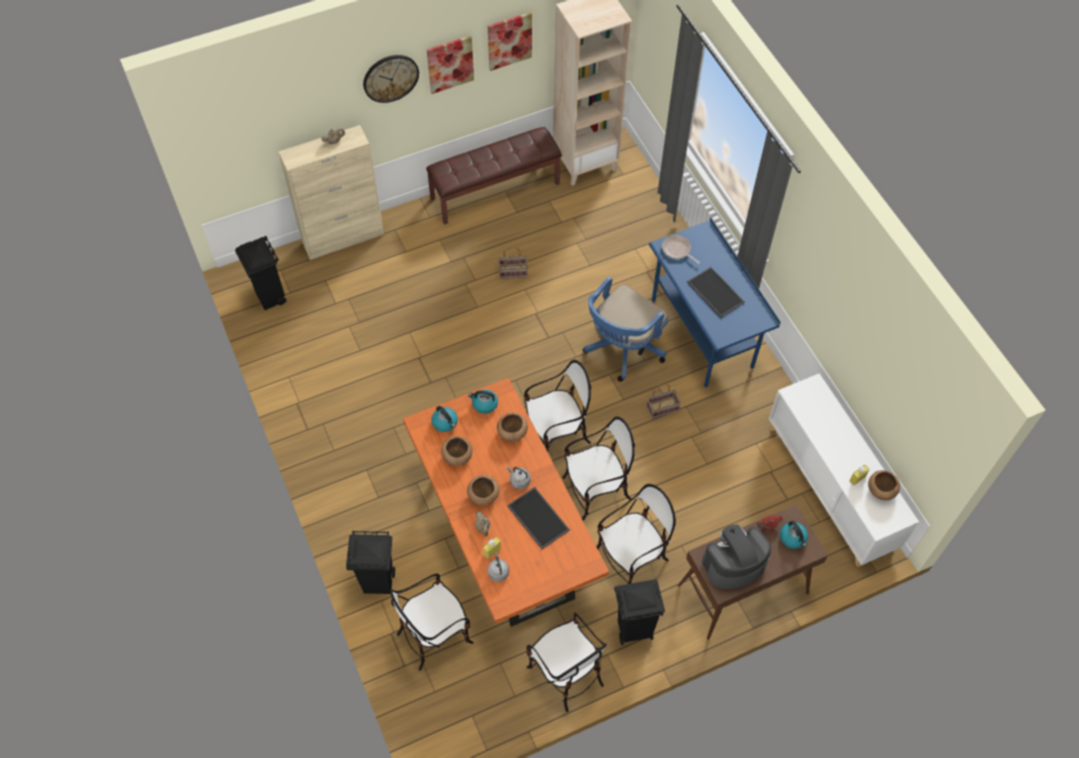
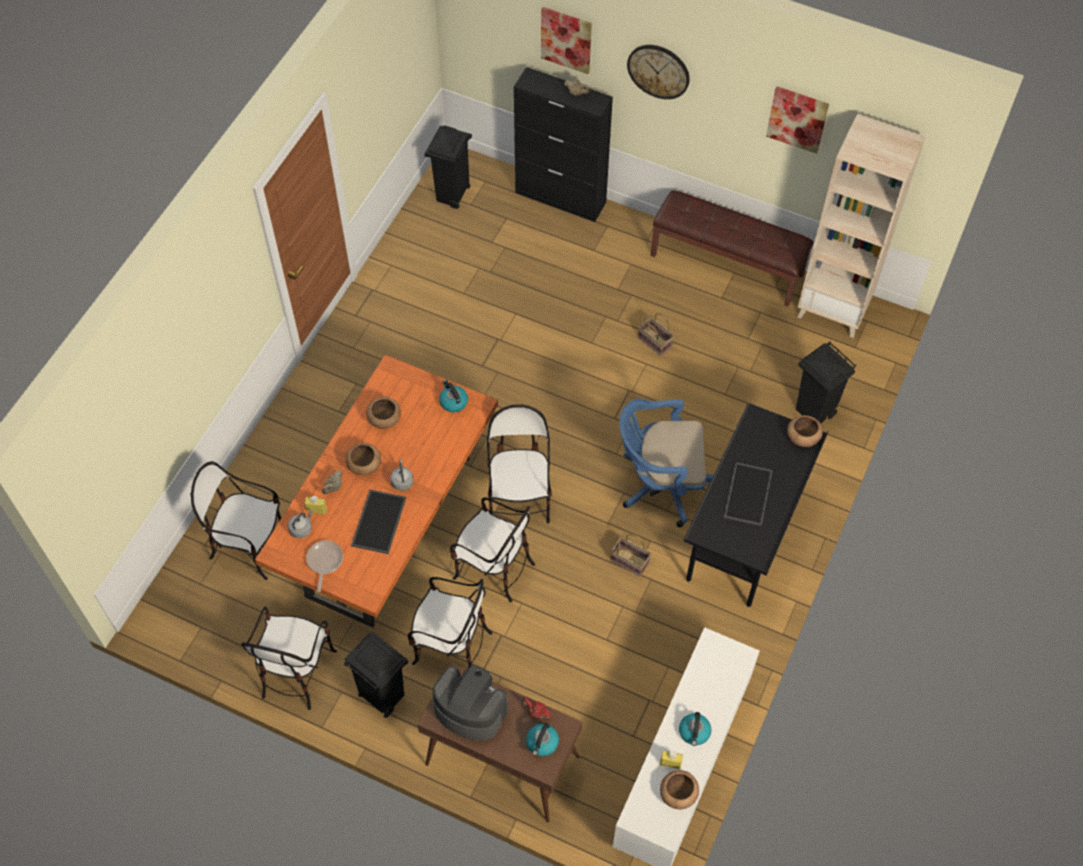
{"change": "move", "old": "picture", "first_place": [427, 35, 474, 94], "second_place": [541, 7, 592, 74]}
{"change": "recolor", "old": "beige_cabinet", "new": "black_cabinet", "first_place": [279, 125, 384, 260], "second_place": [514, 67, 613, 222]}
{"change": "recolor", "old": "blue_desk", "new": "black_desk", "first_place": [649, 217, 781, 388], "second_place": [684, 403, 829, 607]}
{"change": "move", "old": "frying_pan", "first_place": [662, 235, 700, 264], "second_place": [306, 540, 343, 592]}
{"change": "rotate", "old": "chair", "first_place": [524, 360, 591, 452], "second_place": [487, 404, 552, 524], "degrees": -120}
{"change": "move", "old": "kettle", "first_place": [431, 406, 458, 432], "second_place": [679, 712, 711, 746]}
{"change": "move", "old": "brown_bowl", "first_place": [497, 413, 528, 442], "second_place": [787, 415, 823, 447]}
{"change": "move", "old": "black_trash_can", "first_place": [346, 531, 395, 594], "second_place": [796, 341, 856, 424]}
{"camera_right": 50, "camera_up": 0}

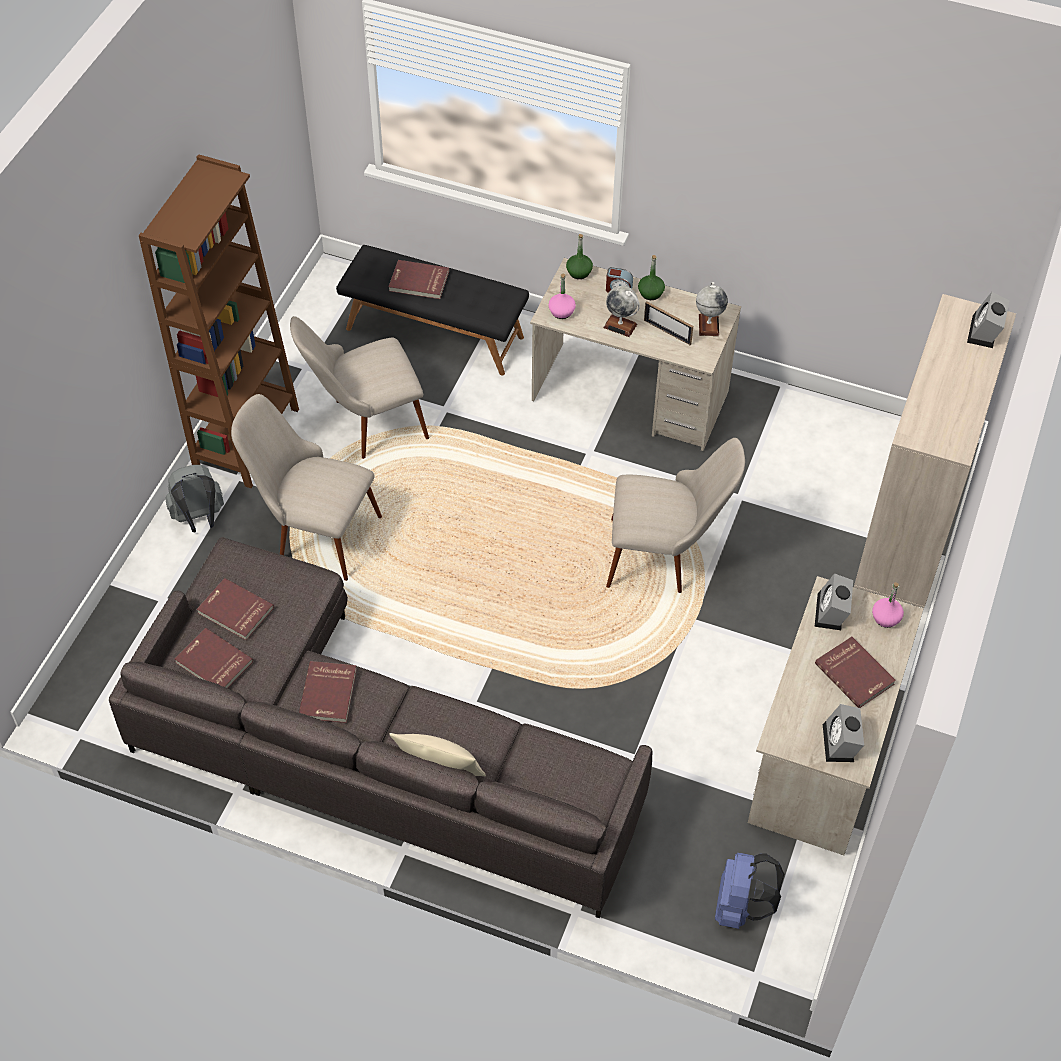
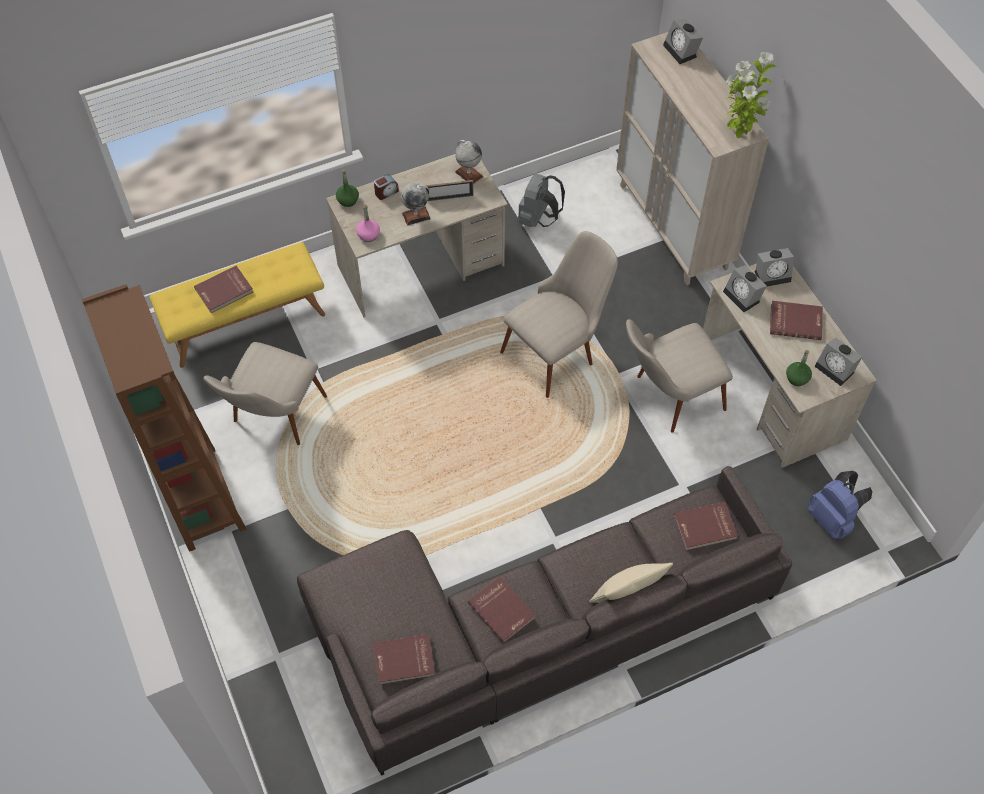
{"change": "recolor", "old": "black_bench", "new": "yellow_bench", "first_place": [336, 245, 529, 376], "second_place": [149, 242, 325, 368]}
{"change": "move", "old": "green_bottle", "first_place": [638, 255, 665, 300], "second_place": [786, 350, 812, 386]}
{"change": "move", "old": "beige_chair", "first_place": [231, 394, 382, 581], "second_place": [626, 319, 733, 433]}
{"change": "move", "old": "grey_backpack", "first_place": [165, 465, 224, 532], "second_place": [517, 174, 565, 227]}
{"change": "move", "old": "red_book", "first_place": [197, 578, 274, 640], "second_place": [674, 502, 738, 550]}
{"change": "replace", "old": "pink_bottle", "new": "alarm_clock", "first_place": [872, 582, 904, 628], "second_place": [754, 248, 794, 286]}
{"change": "insert", "new": "potted_plant", "second_place": [726, 52, 776, 138]}
{"camera_right": -45, "camera_up": 5}

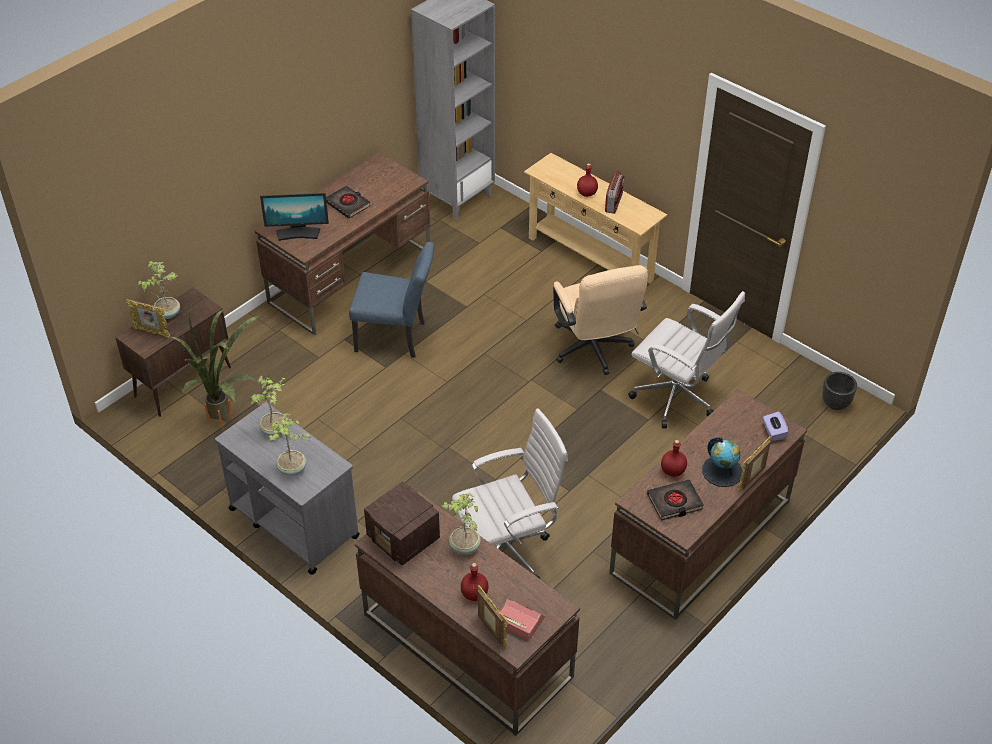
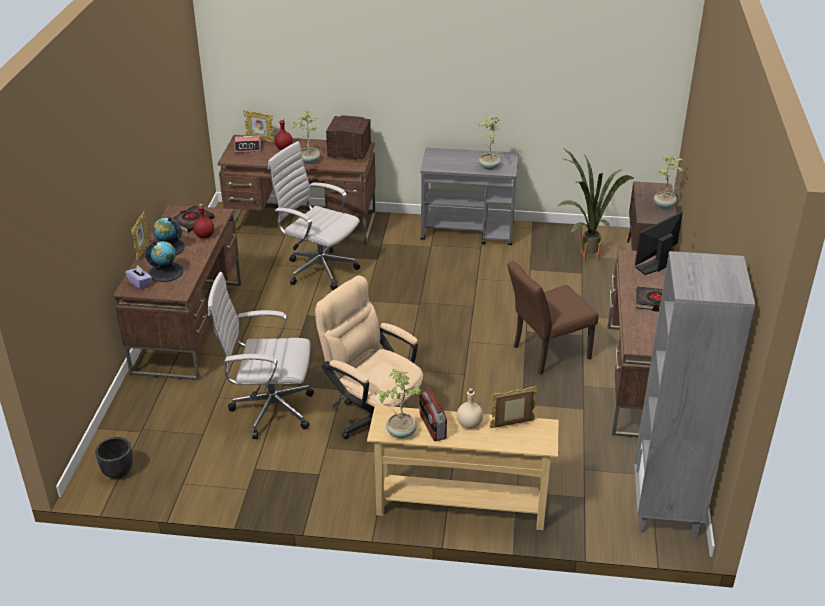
{"change": "recolor", "old": "red_bottle", "new": "beige_bottle", "first_place": [577, 163, 598, 197], "second_place": [457, 388, 483, 429]}
{"change": "recolor", "old": "blue_chair", "new": "brown_chair", "first_place": [349, 242, 434, 358], "second_place": [507, 261, 598, 375]}
{"change": "move", "old": "picture_frame", "first_place": [126, 299, 170, 337], "second_place": [490, 386, 537, 428]}
{"change": "rotate", "old": "white_office_chair", "first_place": [452, 409, 568, 579], "second_place": [268, 141, 360, 290], "degrees": 90}
{"change": "move", "old": "potted_plant", "first_place": [268, 413, 311, 476], "second_place": [375, 369, 422, 438]}
{"change": "insert", "new": "globe", "second_place": [145, 241, 183, 282]}
{"camera_right": 145, "camera_up": -10}

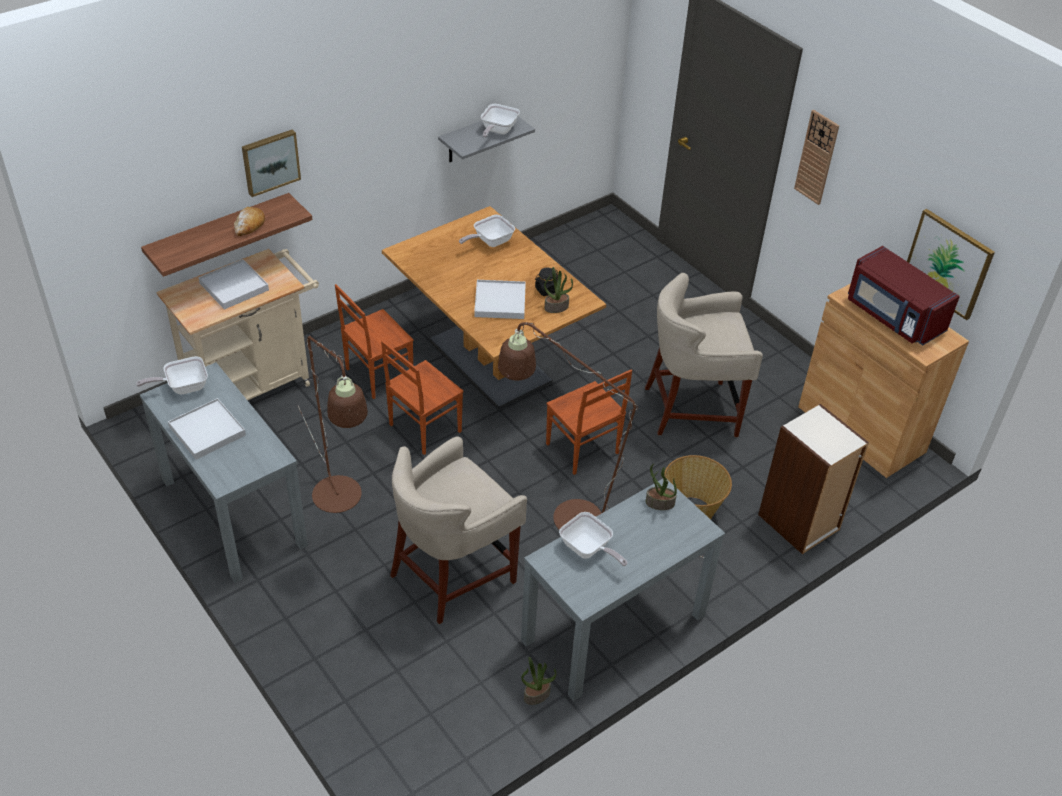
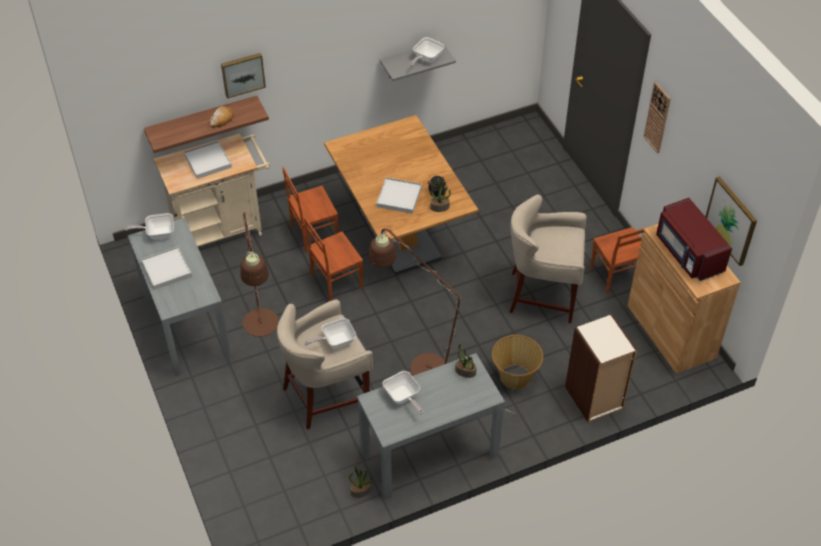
{"change": "move", "old": "frying_pan", "first_place": [459, 215, 515, 247], "second_place": [304, 318, 356, 349]}
{"change": "move", "old": "brown_chair", "first_place": [546, 369, 632, 475], "second_place": [590, 227, 647, 293]}
{"camera_right": 15, "camera_up": 5}

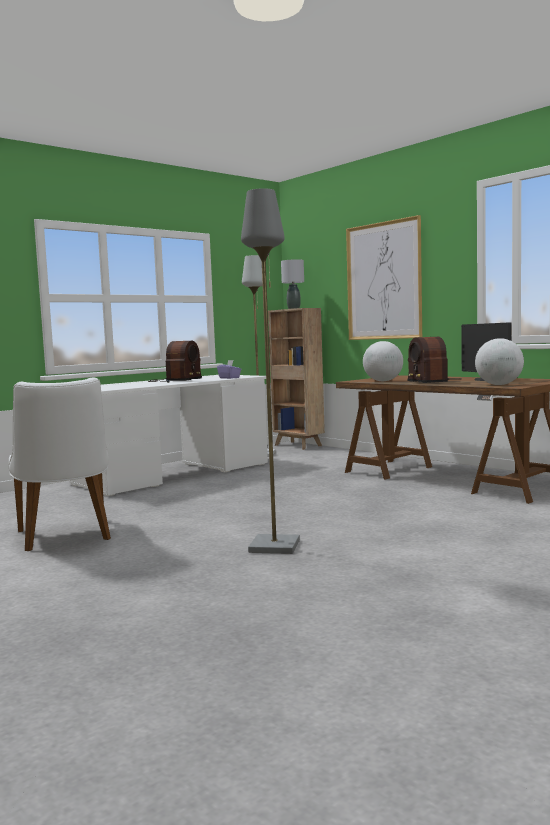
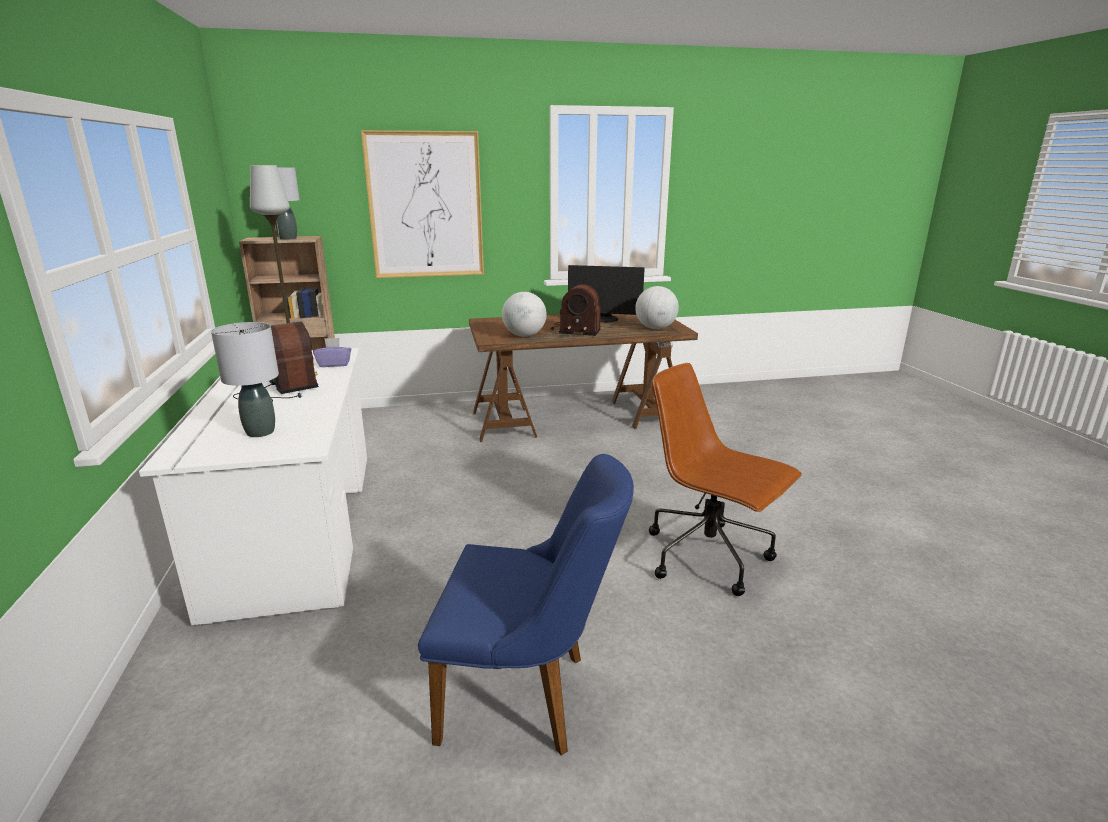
{"change": "replace", "old": "grey_floor_lamp", "new": "brown_office_chair", "first_place": [241, 188, 300, 554], "second_place": [649, 363, 802, 596]}
{"change": "recolor", "old": "white_chair", "new": "blue_chair", "first_place": [9, 378, 111, 551], "second_place": [418, 454, 634, 755]}
{"change": "insert", "new": "grey_table_lamp", "second_place": [211, 322, 279, 437]}
{"camera_right": -60, "camera_up": 15}

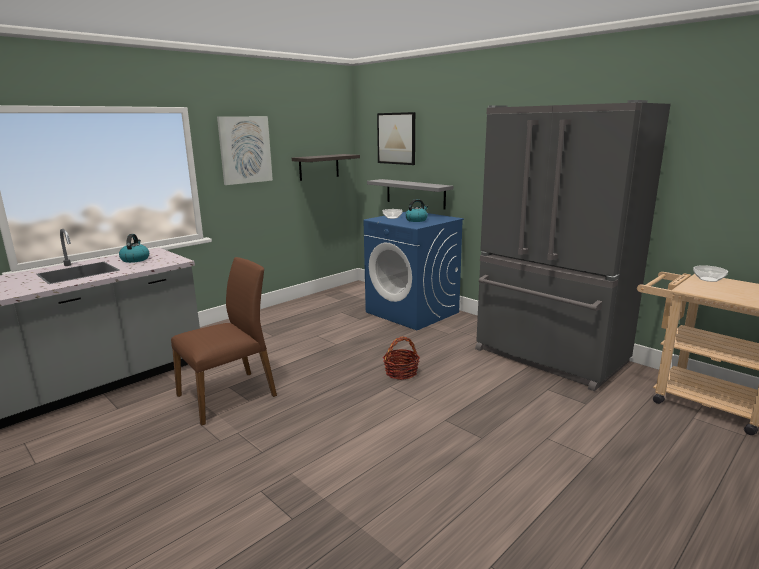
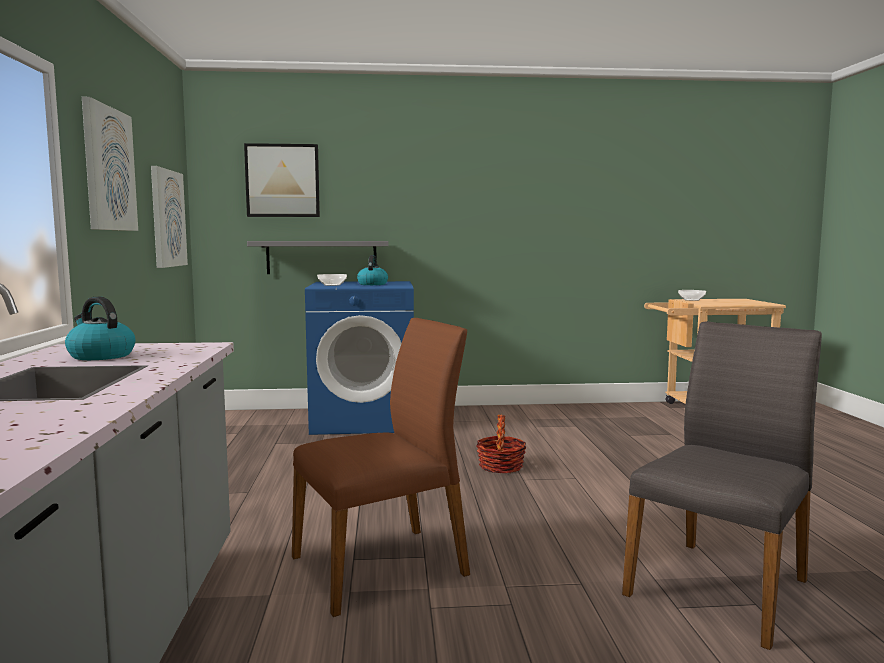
{"change": "delete", "old": "grey_fridge", "first_place": [475, 100, 671, 391]}
{"change": "replace", "old": "shelf", "new": "picture", "first_place": [292, 154, 360, 181], "second_place": [151, 166, 188, 268]}
{"change": "rotate", "old": "brown_chair", "first_place": [171, 257, 277, 425], "second_place": [292, 318, 470, 617], "degrees": 60}
{"change": "insert", "new": "grey_chair", "second_place": [622, 322, 822, 650]}
{"camera_right": -50, "camera_up": -10}

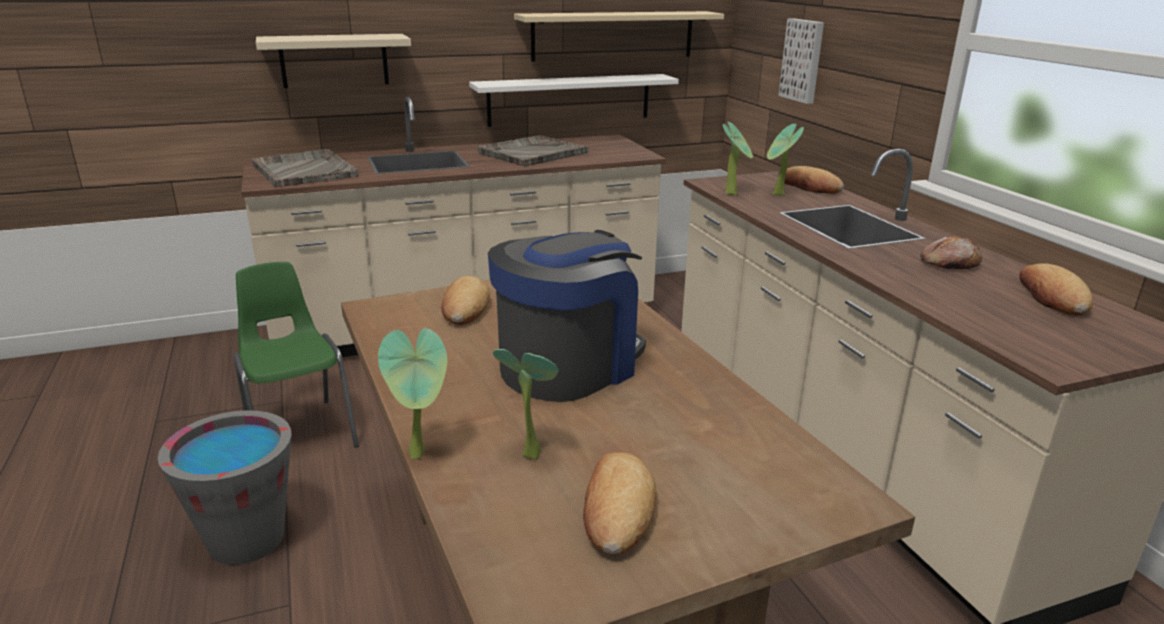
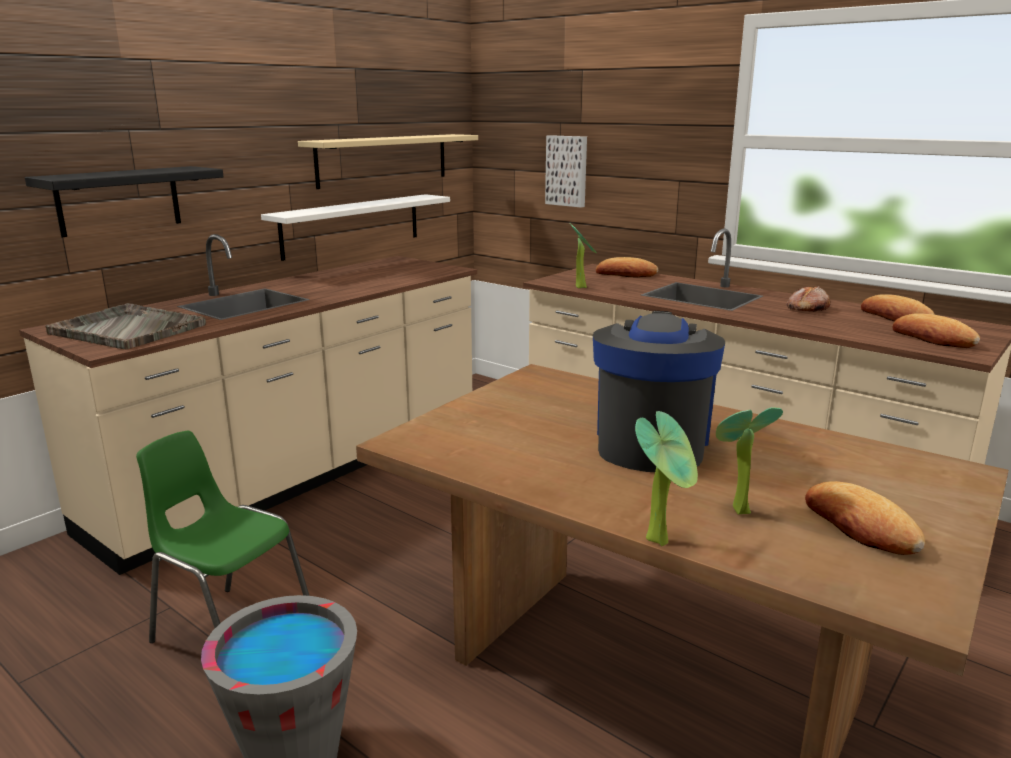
{"change": "recolor", "old": "beige_shelf", "new": "black_shelf", "first_place": [256, 34, 411, 88], "second_place": [25, 166, 224, 237]}
{"change": "delete", "old": "potted_plant", "first_place": [767, 124, 804, 195]}
{"change": "delete", "old": "grey_tray", "first_place": [478, 135, 589, 167]}
{"change": "move", "old": "bread", "first_place": [441, 276, 490, 325], "second_place": [893, 313, 980, 348]}
{"camera_right": -30, "camera_up": -5}

